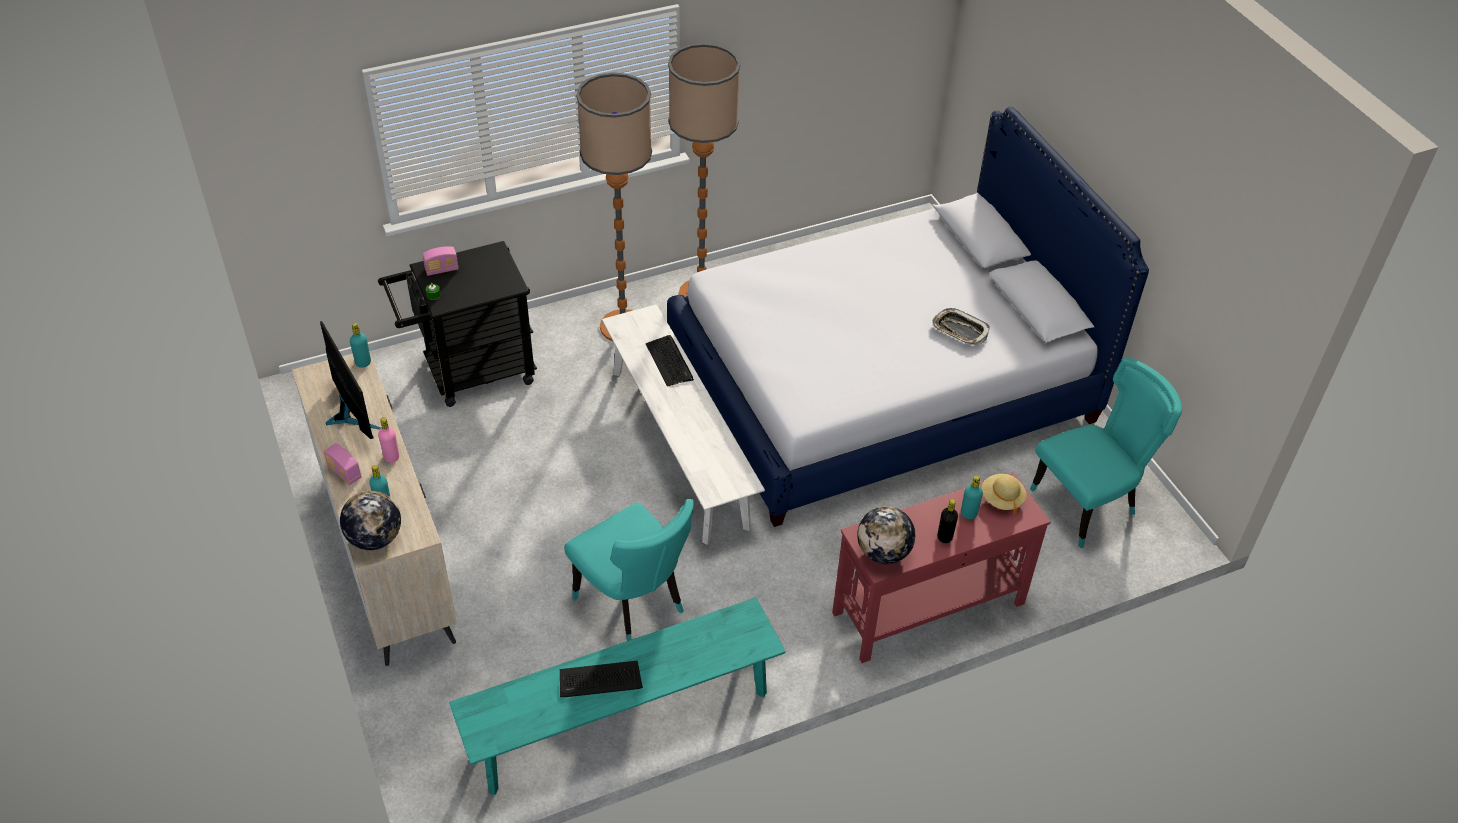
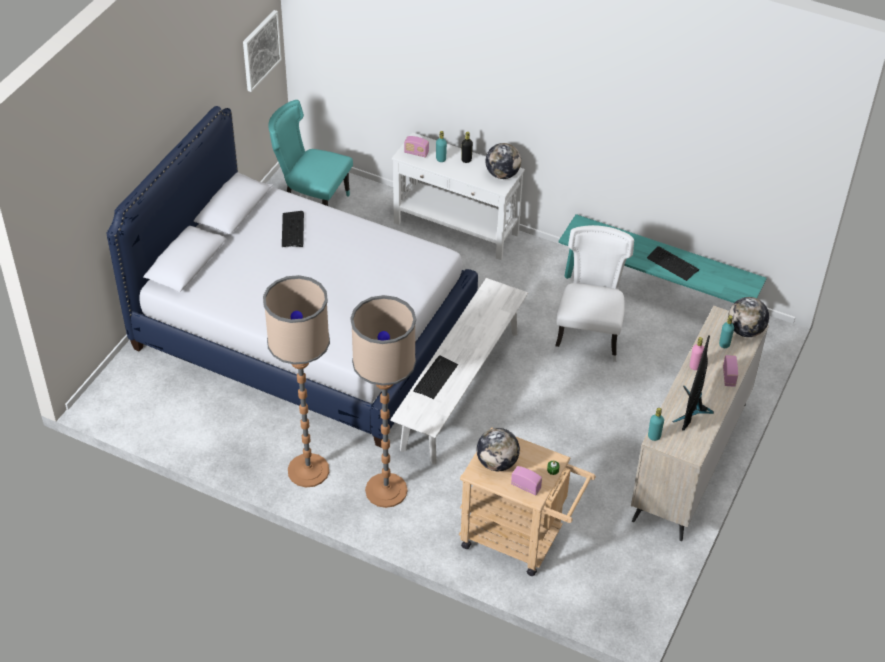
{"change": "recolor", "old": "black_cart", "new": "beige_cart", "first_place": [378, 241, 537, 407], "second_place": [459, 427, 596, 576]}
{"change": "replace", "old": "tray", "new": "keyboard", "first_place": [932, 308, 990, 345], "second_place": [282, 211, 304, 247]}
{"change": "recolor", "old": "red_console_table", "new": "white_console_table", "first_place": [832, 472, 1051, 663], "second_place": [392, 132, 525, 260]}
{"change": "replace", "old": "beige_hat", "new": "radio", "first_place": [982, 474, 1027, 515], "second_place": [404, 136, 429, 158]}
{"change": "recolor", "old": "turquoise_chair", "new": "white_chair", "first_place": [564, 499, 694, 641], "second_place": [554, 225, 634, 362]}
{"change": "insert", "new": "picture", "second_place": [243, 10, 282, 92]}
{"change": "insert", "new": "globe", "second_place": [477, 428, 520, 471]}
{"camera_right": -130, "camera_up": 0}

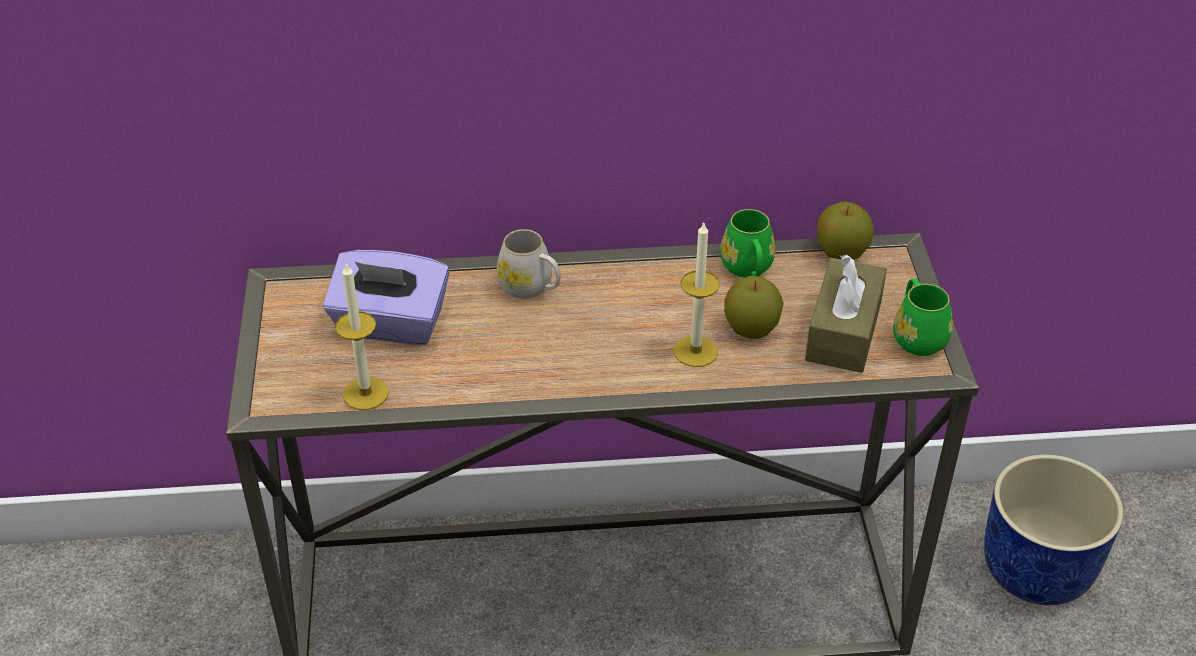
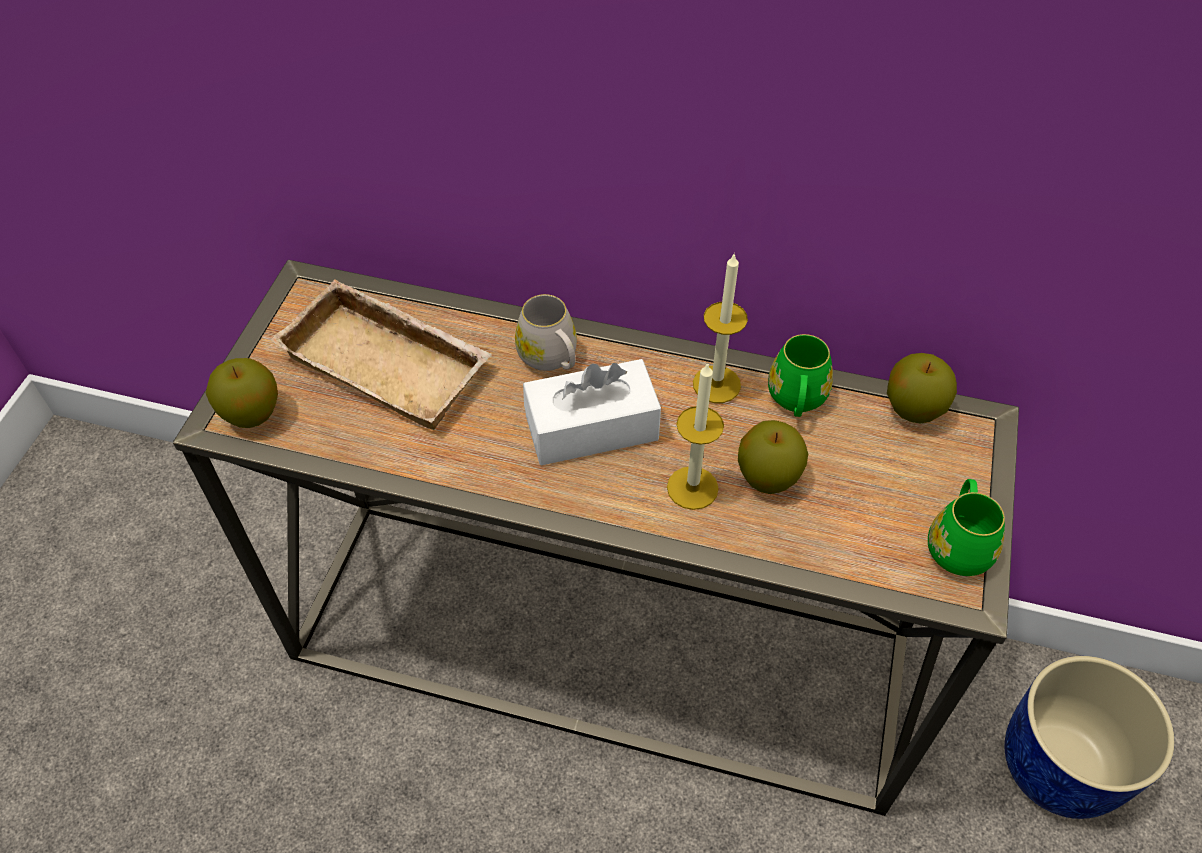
{"change": "replace", "old": "purple_tissue_box", "new": "beige_tray", "first_place": [323, 250, 449, 345], "second_place": [271, 279, 492, 430]}
{"change": "delete", "old": "brown_tissue_box", "first_place": [805, 254, 887, 373]}
{"change": "move", "old": "candle", "first_place": [335, 262, 389, 410], "second_place": [693, 252, 748, 403]}
{"change": "insert", "new": "apple", "second_place": [206, 358, 278, 428]}
{"change": "insert", "new": "white_tissue_box", "second_place": [523, 359, 661, 465]}
{"camera_right": 20, "camera_up": 10}

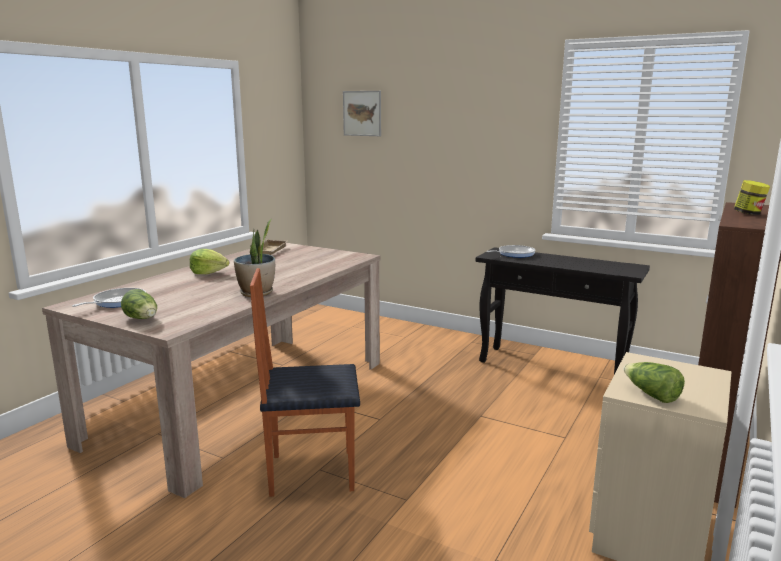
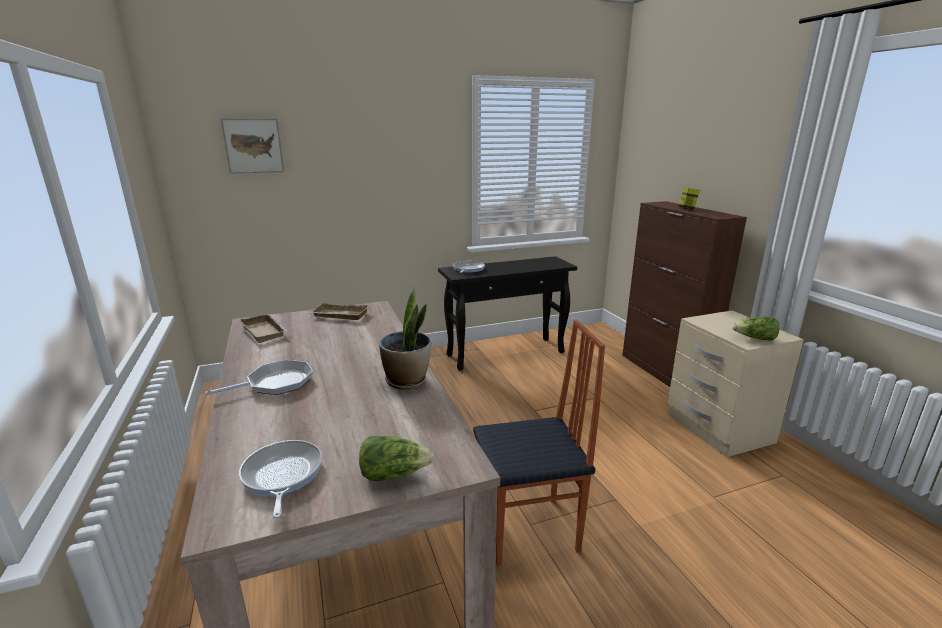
{"change": "replace", "old": "lettuce", "new": "frying_pan", "first_place": [190, 249, 229, 274], "second_place": [205, 360, 313, 395]}
{"change": "rotate", "old": "chair", "first_place": [250, 268, 360, 497], "second_place": [473, 319, 605, 566], "degrees": -135}
{"change": "insert", "new": "beige_tray", "second_place": [309, 303, 369, 320]}
{"camera_right": -50, "camera_up": 5}

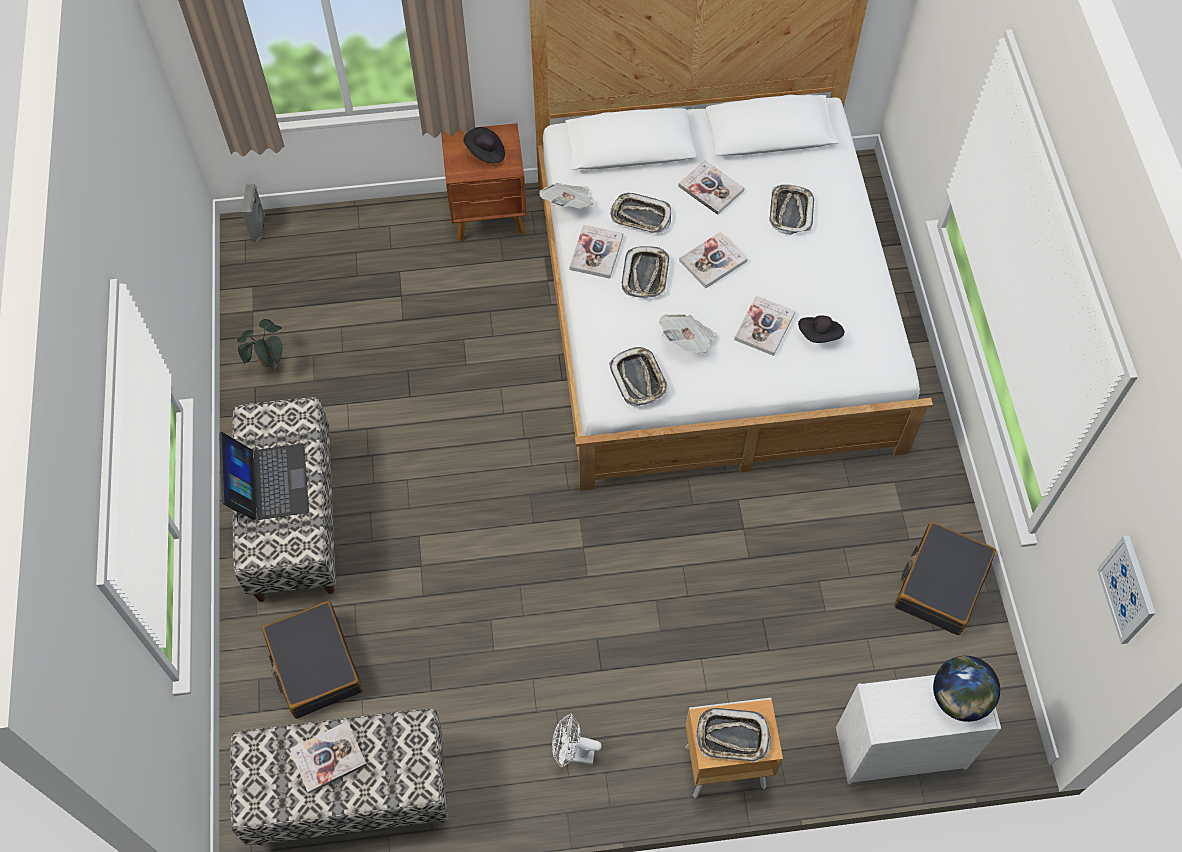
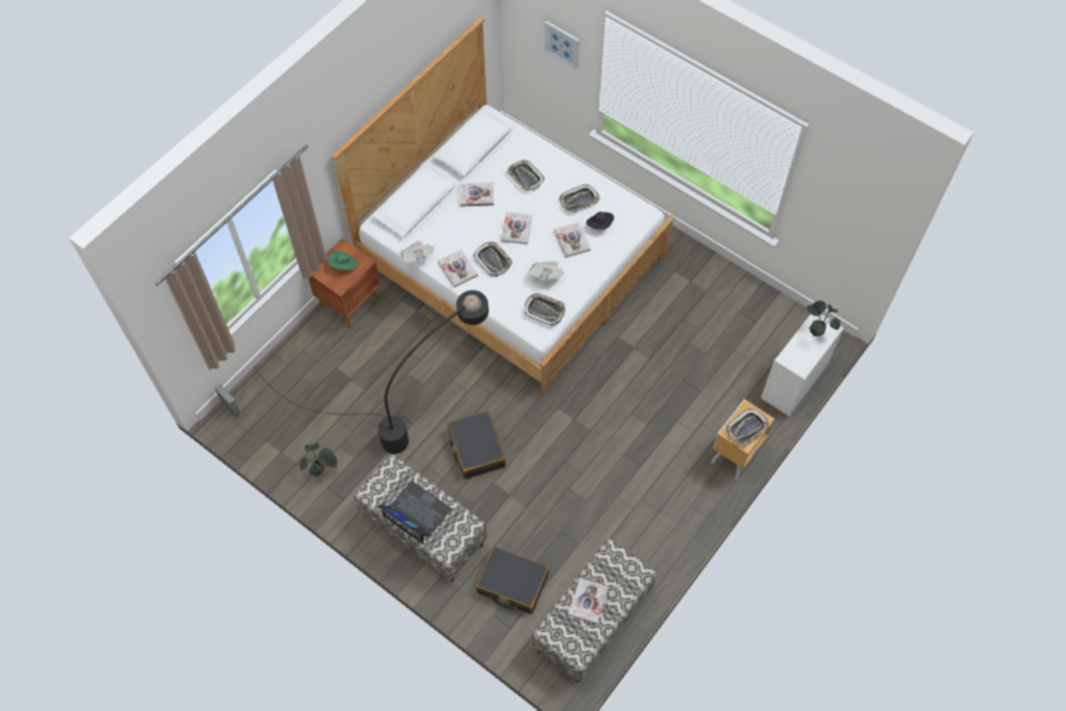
{"change": "recolor", "old": "black_hat", "new": "green_hat", "first_place": [463, 127, 505, 163], "second_place": [328, 251, 357, 270]}
{"change": "move", "old": "tray", "first_place": [610, 193, 671, 233], "second_place": [559, 184, 600, 213]}
{"change": "move", "old": "black_suitcase", "first_place": [894, 522, 996, 635], "second_place": [447, 410, 506, 479]}
{"change": "move", "old": "picture", "first_place": [1097, 535, 1156, 644], "second_place": [544, 21, 579, 69]}
{"change": "replace", "old": "globe", "new": "potted_plant", "first_place": [933, 656, 1000, 722], "second_place": [807, 301, 840, 336]}
{"change": "delete", "old": "white_fan", "first_place": [552, 713, 602, 768]}
{"change": "insert", "new": "black_floor_lamp", "second_place": [254, 290, 489, 454]}
{"camera_right": -45, "camera_up": 0}

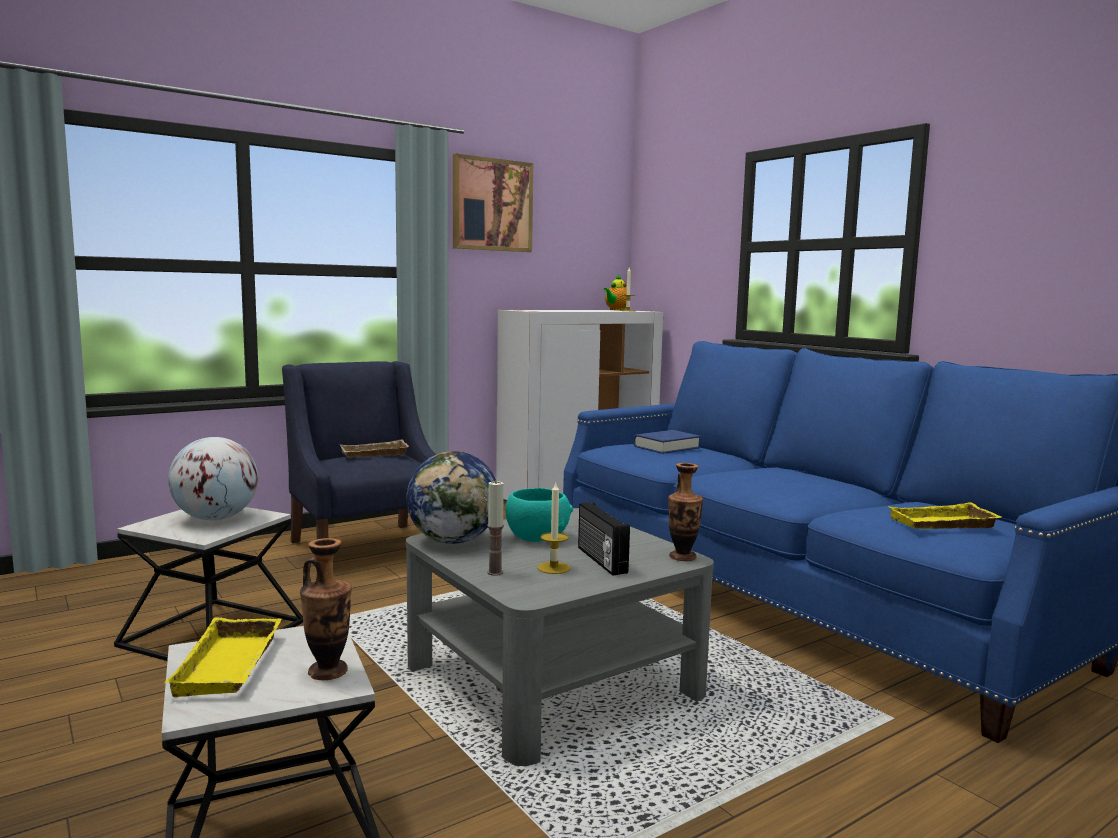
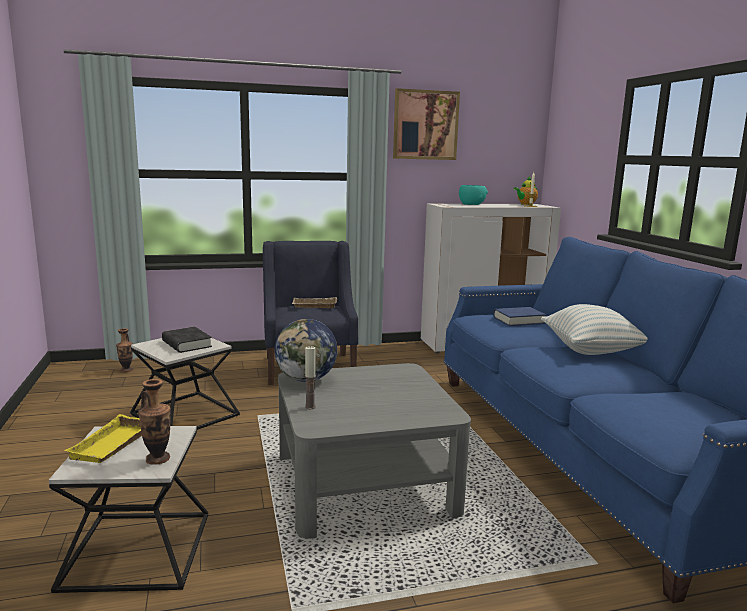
{"change": "replace", "old": "globe", "new": "black_book", "first_place": [168, 437, 258, 520], "second_place": [162, 327, 212, 353]}
{"change": "move", "old": "vase", "first_place": [668, 463, 703, 561], "second_place": [116, 328, 133, 372]}
{"change": "delete", "old": "candle", "first_place": [537, 482, 571, 574]}
{"change": "move", "old": "turquoise_bowl", "first_place": [505, 488, 573, 542], "second_place": [459, 185, 488, 205]}
{"change": "delete", "old": "radio", "first_place": [578, 502, 630, 576]}
{"change": "delete", "old": "yellow_tray", "first_place": [887, 502, 1002, 529]}
{"change": "insert", "new": "pillow", "second_place": [541, 304, 648, 355]}
{"camera_right": 20, "camera_up": 5}

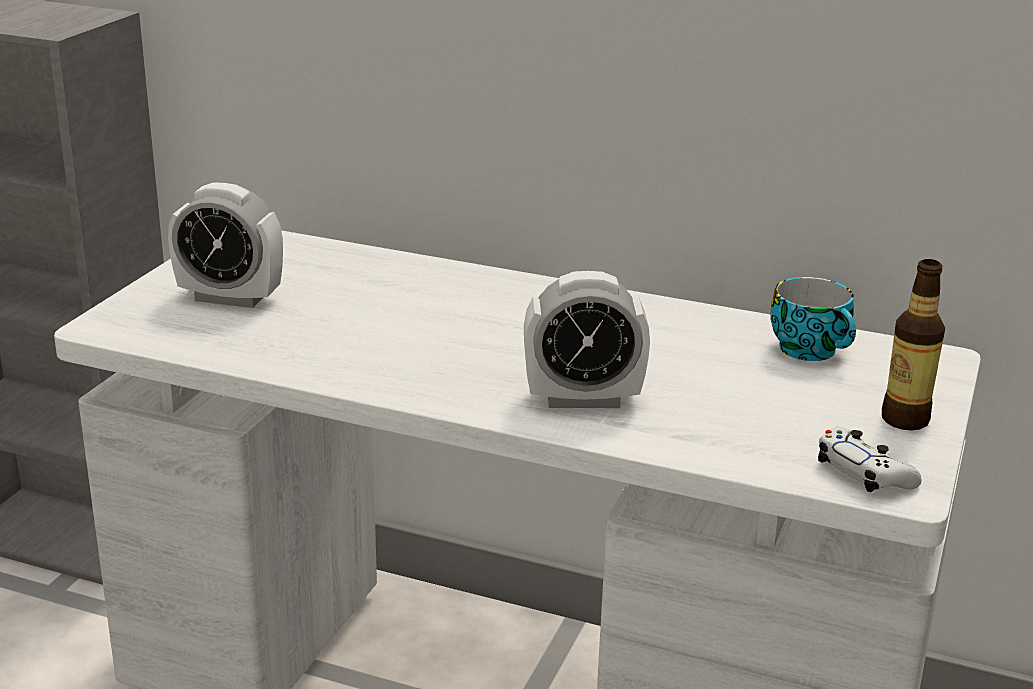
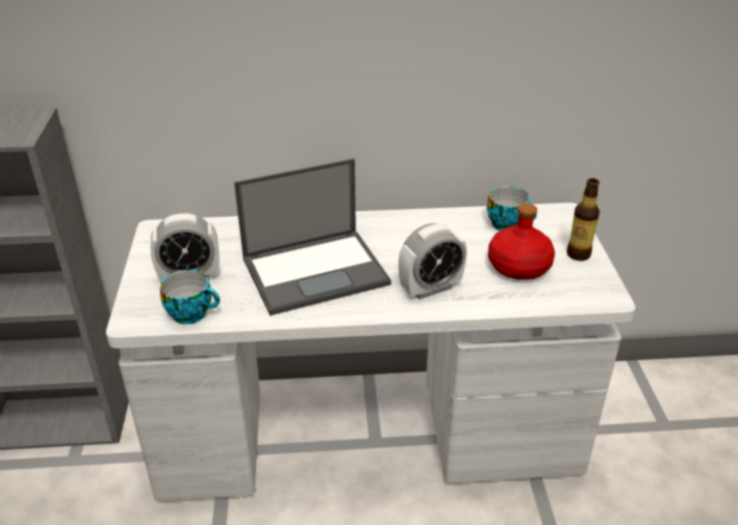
{"change": "delete", "old": "white_game_controller", "first_place": [818, 427, 921, 492]}
{"change": "insert", "new": "laptop", "second_place": [234, 158, 391, 316]}
{"change": "insert", "new": "red_bottle", "second_place": [488, 203, 555, 280]}
{"change": "insert", "new": "cup", "second_place": [160, 270, 220, 324]}
{"camera_right": -25, "camera_up": 10}

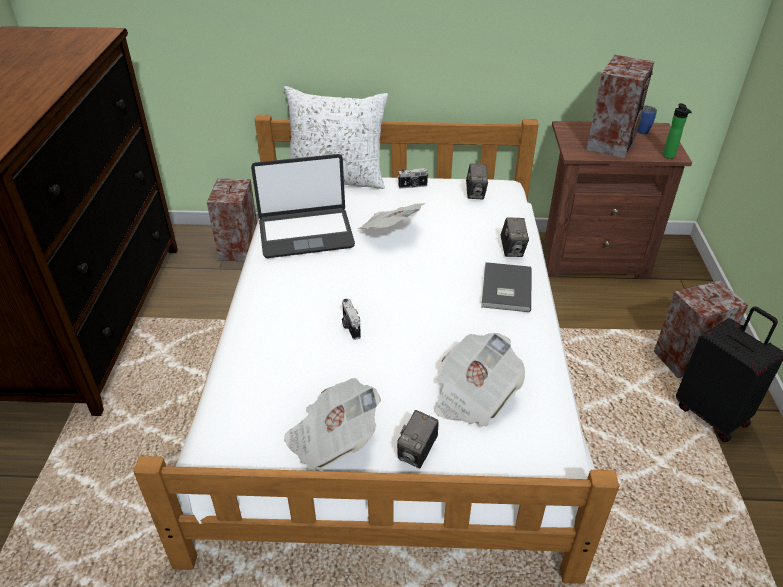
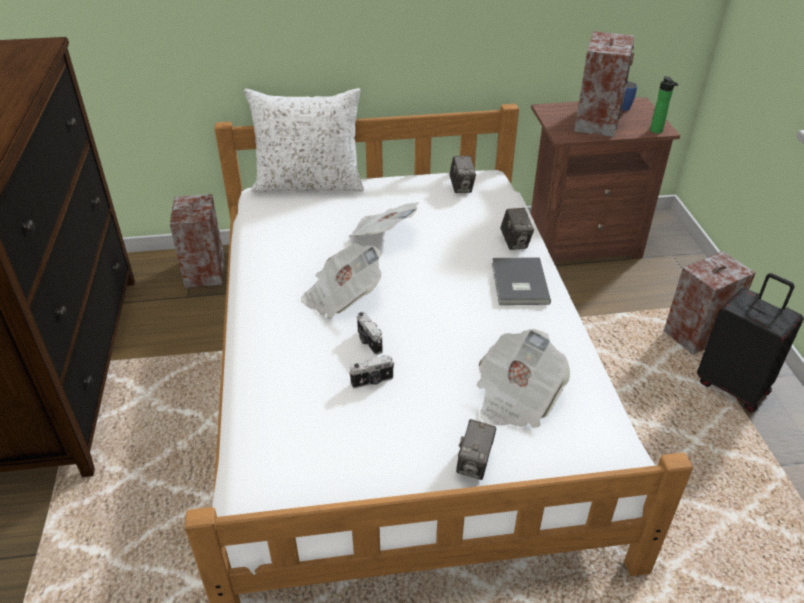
{"change": "delete", "old": "laptop", "first_place": [251, 154, 355, 258]}
{"change": "move", "old": "photo_camera", "first_place": [398, 168, 429, 189], "second_place": [349, 355, 395, 388]}
{"change": "move", "old": "newspaper", "first_place": [284, 378, 381, 471], "second_place": [301, 243, 382, 319]}
{"camera_right": -10, "camera_up": 0}

